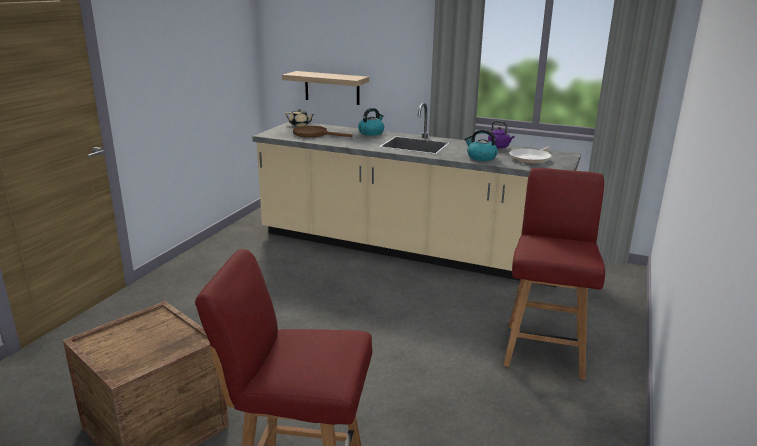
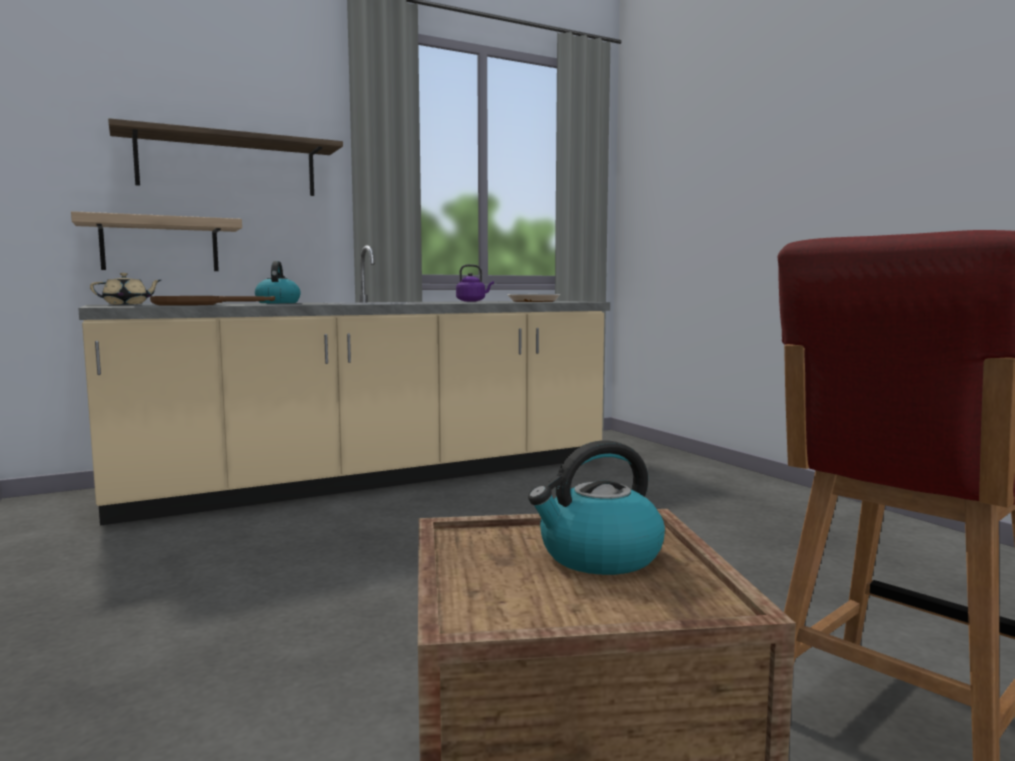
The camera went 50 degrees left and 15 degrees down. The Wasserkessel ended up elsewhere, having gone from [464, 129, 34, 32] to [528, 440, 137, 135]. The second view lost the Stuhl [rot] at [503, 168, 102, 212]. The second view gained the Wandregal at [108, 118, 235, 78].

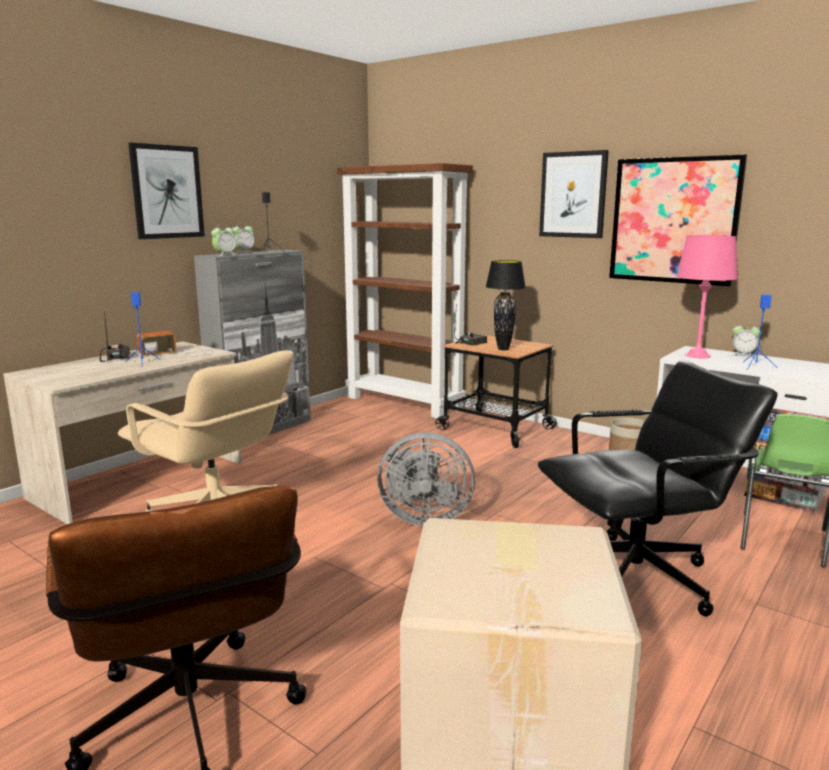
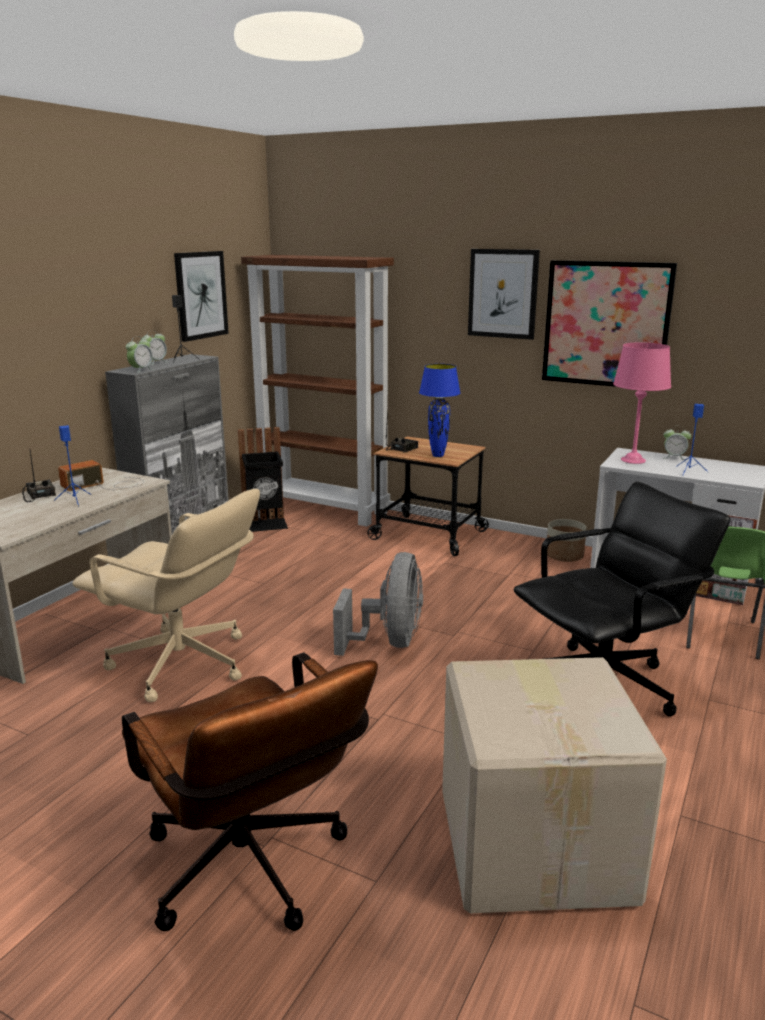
The camera went 10 degrees left and 5 degrees up. The Bild ended up elsewhere, having gone from [128, 143, 77, 96] to [174, 251, 55, 91]. The Ventilator [grau] at [377, 432, 98, 94] ended up facing another way, 75 degrees counterclockwise from before. What was the Tischlampe [schwarz] at [486, 260, 40, 90] turned into the Tischlampe [blau] at [419, 364, 42, 93]. The second view gained the Mülleimer [schwarz] at [238, 427, 50, 105].

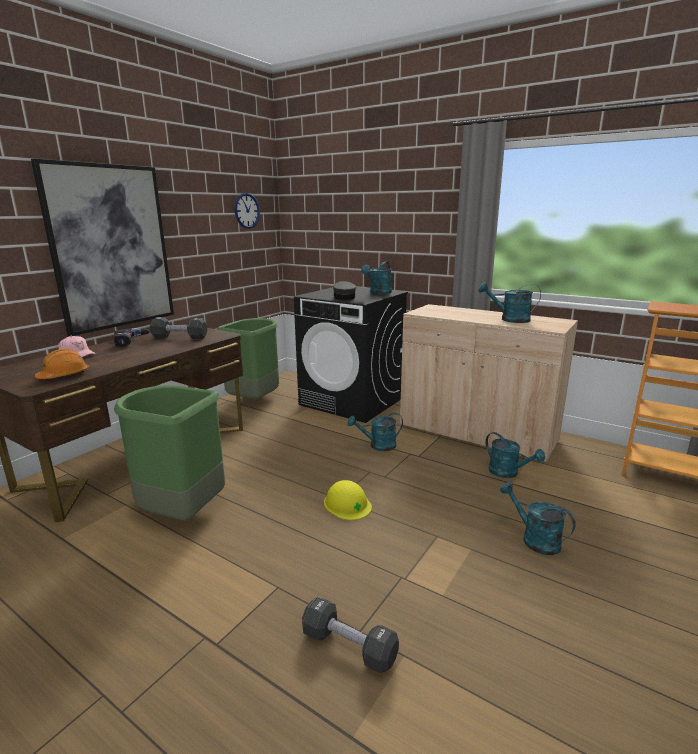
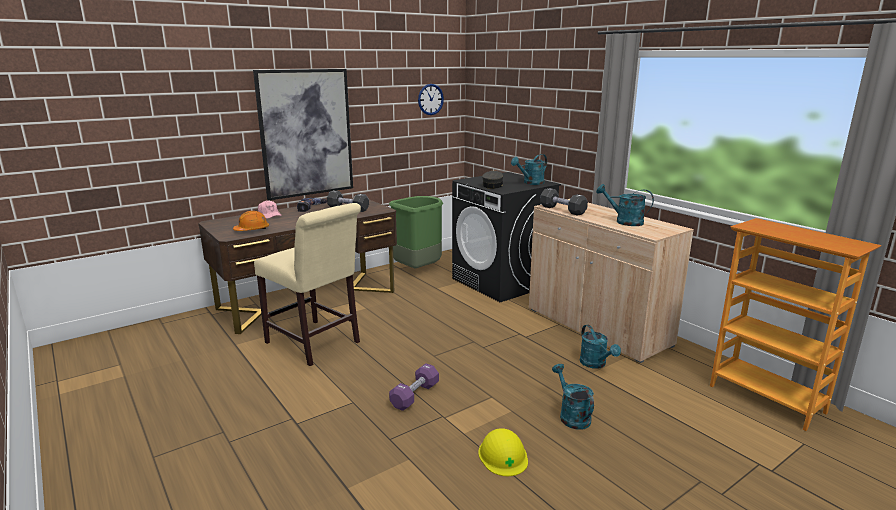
The camera went 20 degrees right and 0 degrees up. Where the Mülleimer [grün] stood at [114, 385, 111, 136], the Stuhl [beige] came to stand at [254, 203, 107, 163]. The Hantel [schwarz] ended up elsewhere, having gone from [302, 597, 97, 76] to [540, 188, 48, 28]. The Schutzhelm [gelb] ended up elsewhere, having gone from [324, 480, 48, 40] to [478, 428, 50, 48]. The second view lost the Gießkanne [türkis] at [348, 413, 55, 38]. The second view gained the Hantel [lila] at [389, 363, 50, 48].

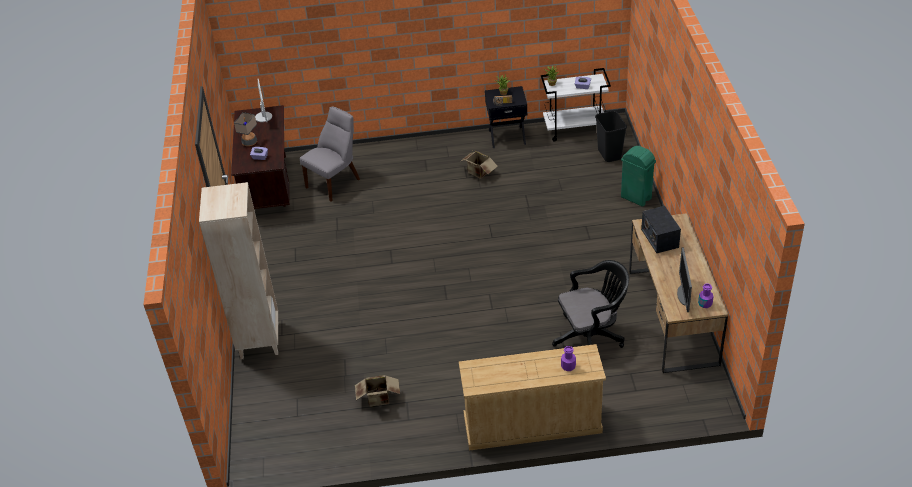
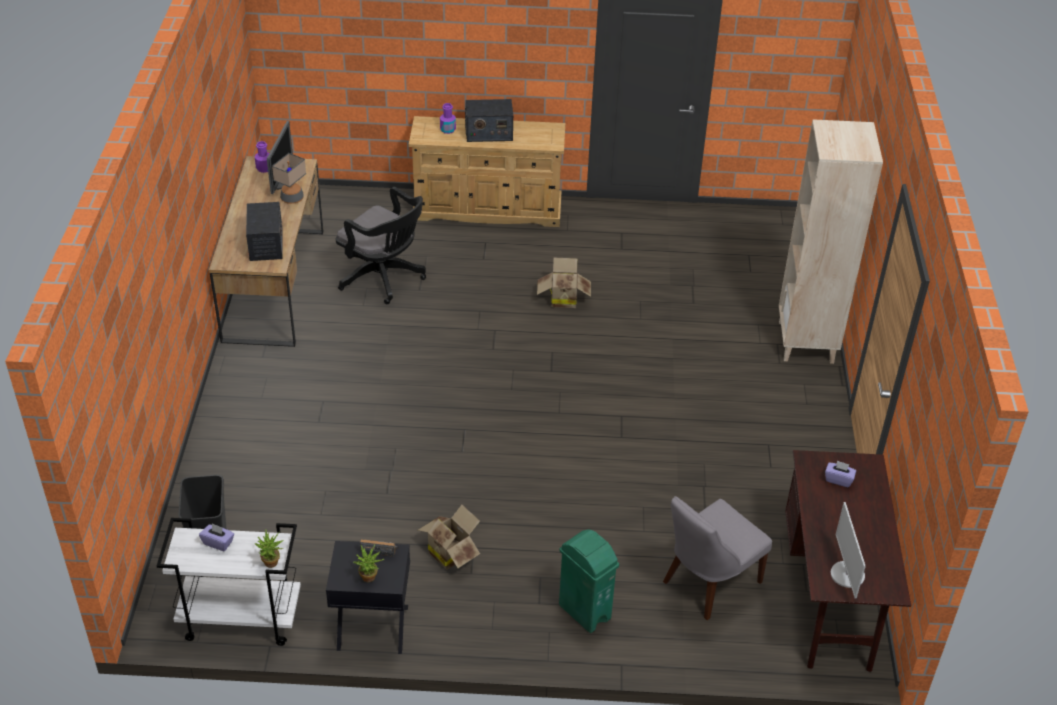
The camera went 175 degrees left and 0 degrees up. The Tischlampe ended up elsewhere, having gone from [234, 112, 23, 34] to [272, 153, 34, 51]. The Karton ended up elsewhere, having gone from [355, 375, 45, 32] to [537, 258, 54, 50]. The Bürostuhl [schwarz] at [552, 260, 77, 88] ended up facing another way, 135 degrees counterclockwise from before. The Mülleimer [grün] ended up elsewhere, having gone from [621, 146, 35, 61] to [559, 529, 60, 104]. The second view gained the Radio at [465, 99, 48, 43].

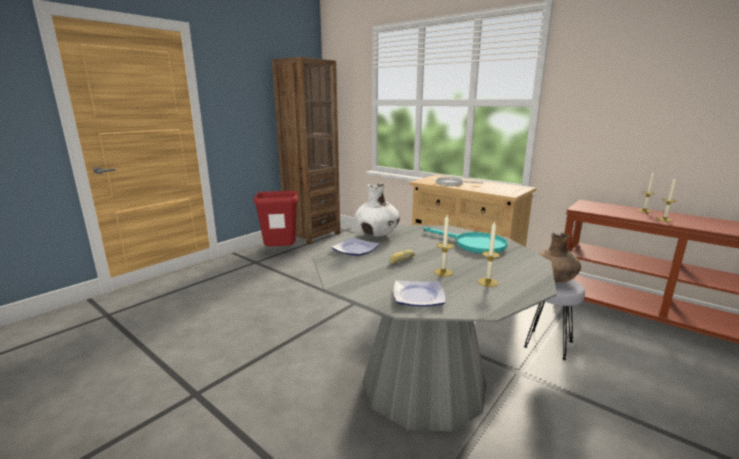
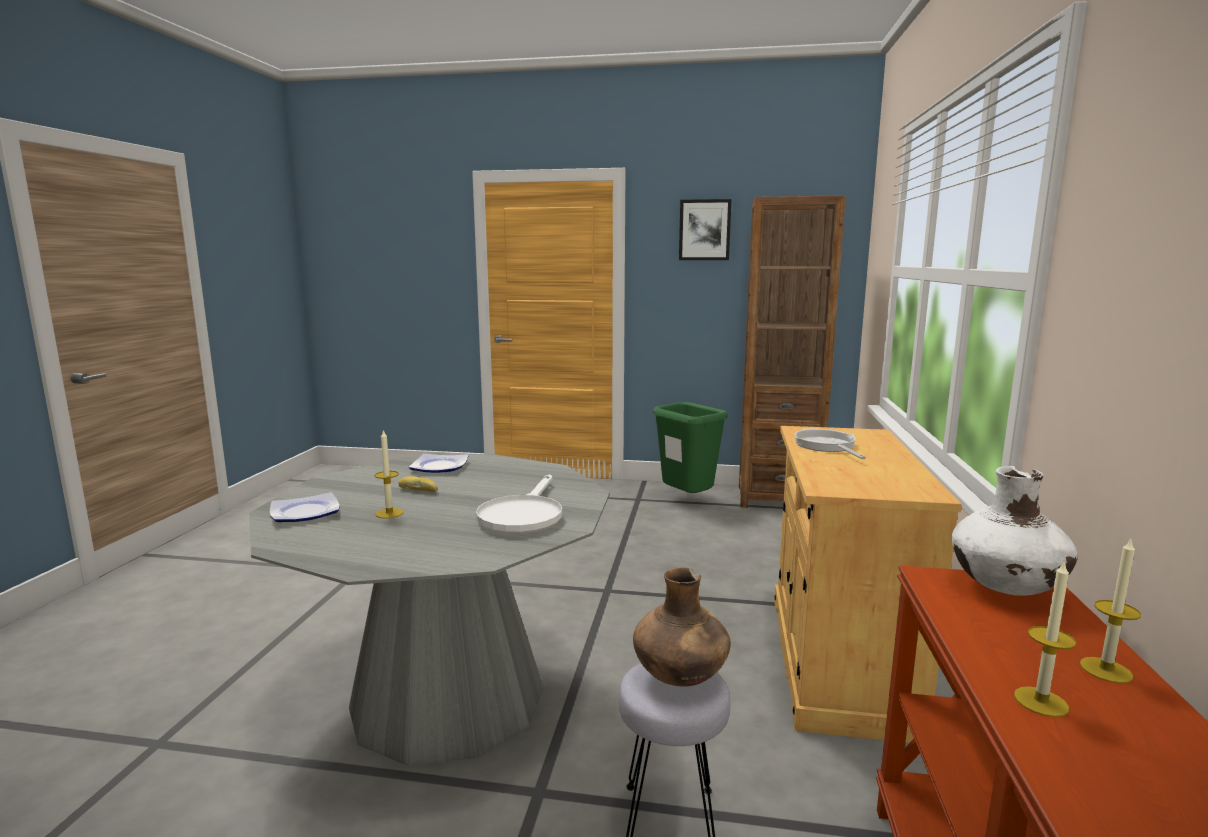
The camera went 60 degrees right and 5 degrees down. What was the Mülleimer [rot] at [254, 191, 44, 55] turned into the Mülleimer [grün] at [653, 402, 75, 91]. The Vase [weiß] ended up elsewhere, having gone from [355, 183, 45, 53] to [952, 466, 126, 130]. What was the Pfanne [türkis] at [424, 227, 84, 26] turned into the Pfanne [weiß] at [476, 474, 86, 60]. The second view lost the Kerze at [478, 221, 22, 66]. The second view gained the Bild at [679, 199, 53, 61].

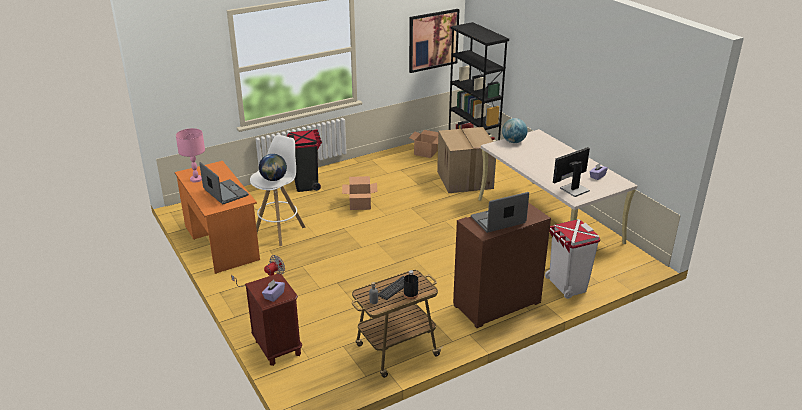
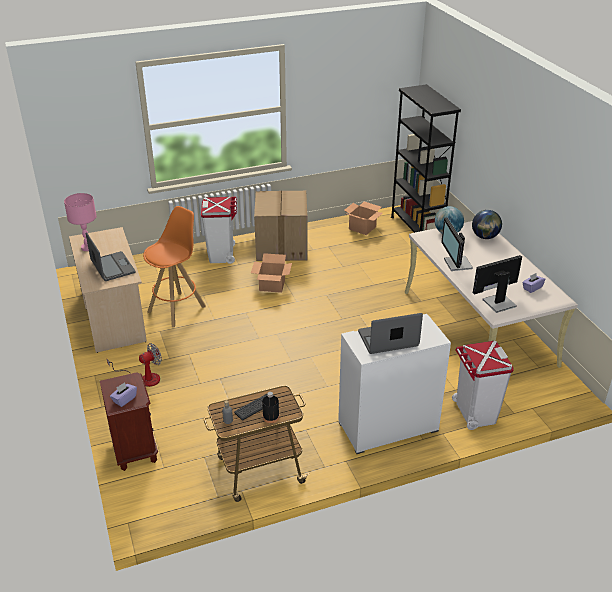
The camera went 10 degrees right and 5 degrees up. What was the Schreibtisch [orange] at [175, 161, 85, 113] turned into the Schreibtisch [beige] at [69, 227, 78, 126]. What was the Hocker [weiß] at [250, 135, 56, 111] turned into the Hocker [orange] at [143, 206, 63, 121]. The Globus ended up elsewhere, having gone from [259, 154, 28, 27] to [472, 210, 30, 29]. What was the Mülleimer [schwarz] at [287, 129, 35, 63] turned into the Mülleimer [weiß] at [201, 197, 36, 67]. The second view lost the Bild at [409, 9, 50, 64]. The Karton ended up elsewhere, having gone from [437, 127, 59, 66] to [254, 191, 53, 70]. What was the Schrank [braun] at [453, 202, 98, 126] turned into the Schrank [weiß] at [338, 314, 113, 140]. The second view gained the Monitor at [441, 218, 32, 53].

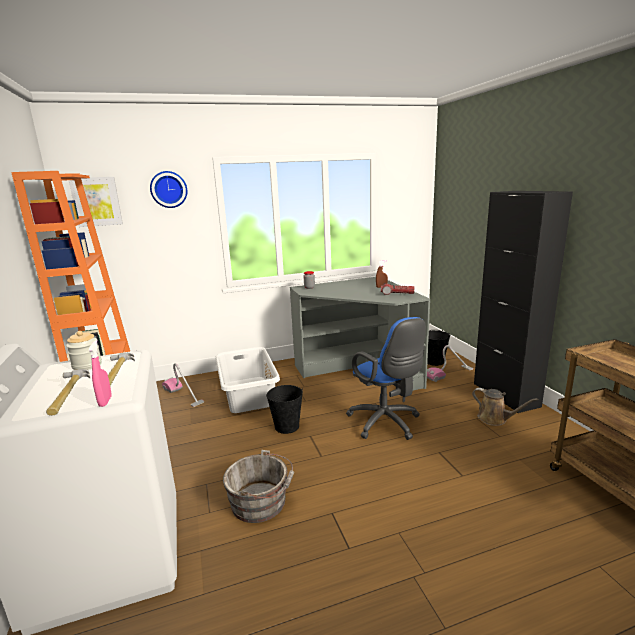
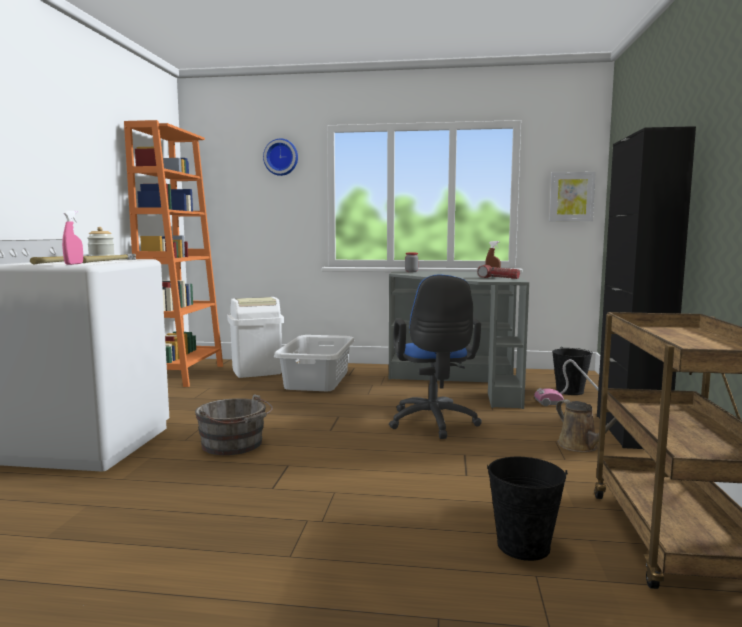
The camera went 25 degrees right and 10 degrees down. The Bild ended up elsewhere, having gone from [69, 177, 54, 50] to [549, 172, 47, 49]. Where the Staubsauger stood at [162, 363, 42, 44], the Mülleimer [weiß] came to stand at [227, 297, 57, 81]. The Eimer [schwarz] ended up elsewhere, having gone from [266, 385, 37, 49] to [487, 457, 81, 104].

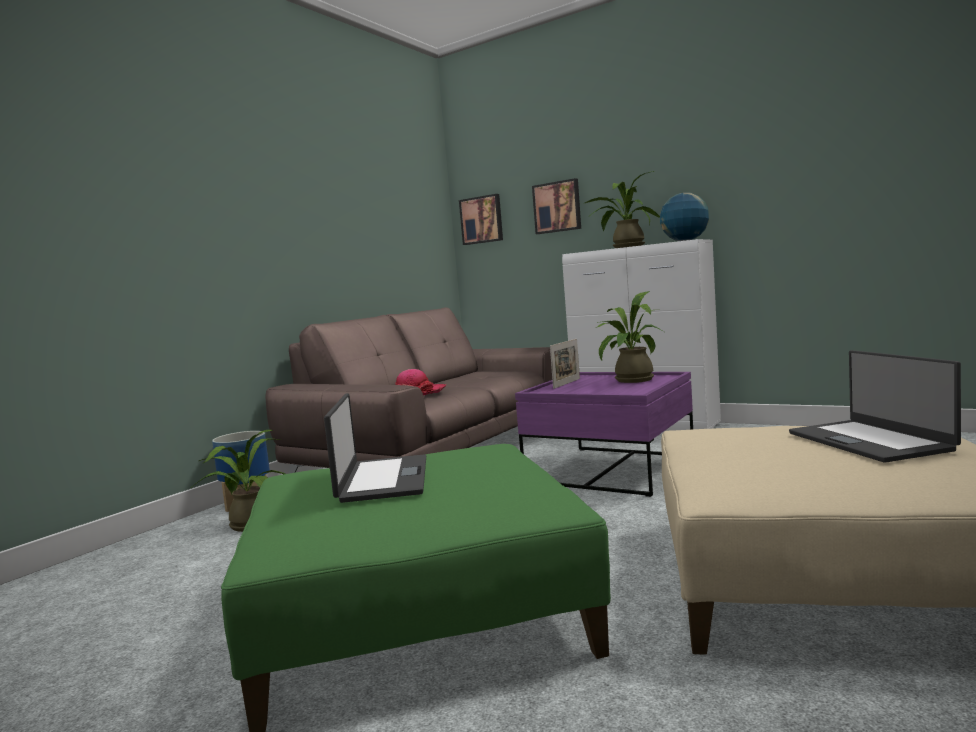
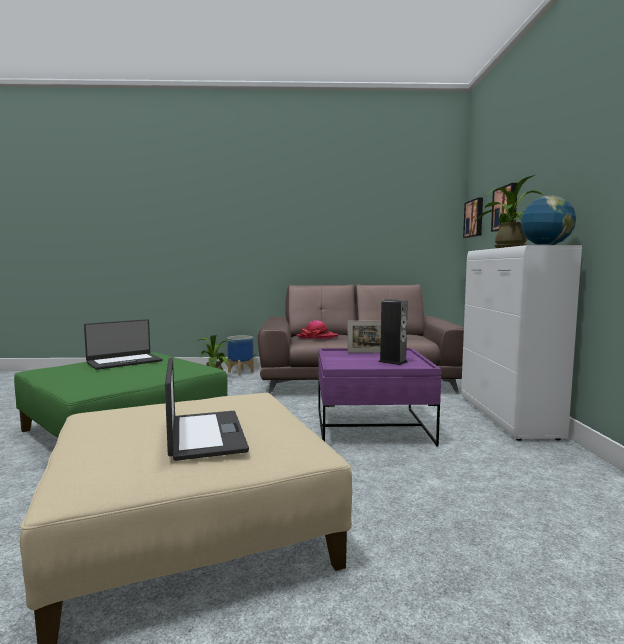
The camera went 55 degrees right and 0 degrees up. Where the Topfpflanze stood at [596, 291, 68, 92], the Lautsprecher came to stand at [379, 299, 29, 66]. The Laptop at [789, 350, 172, 113] ended up facing another way, 120 degrees clockwise from before.

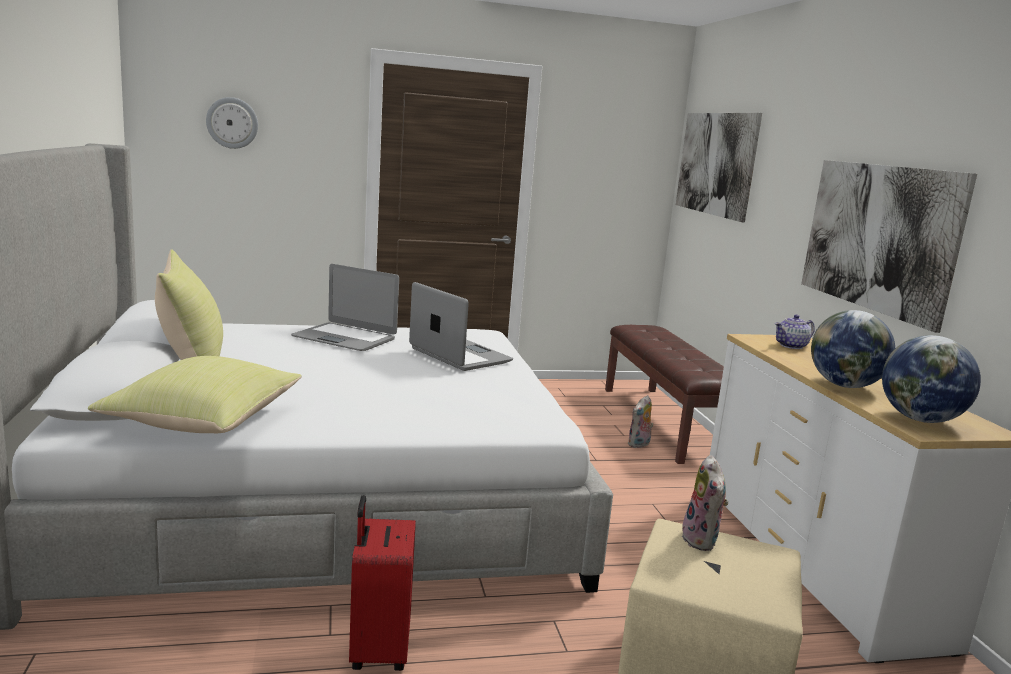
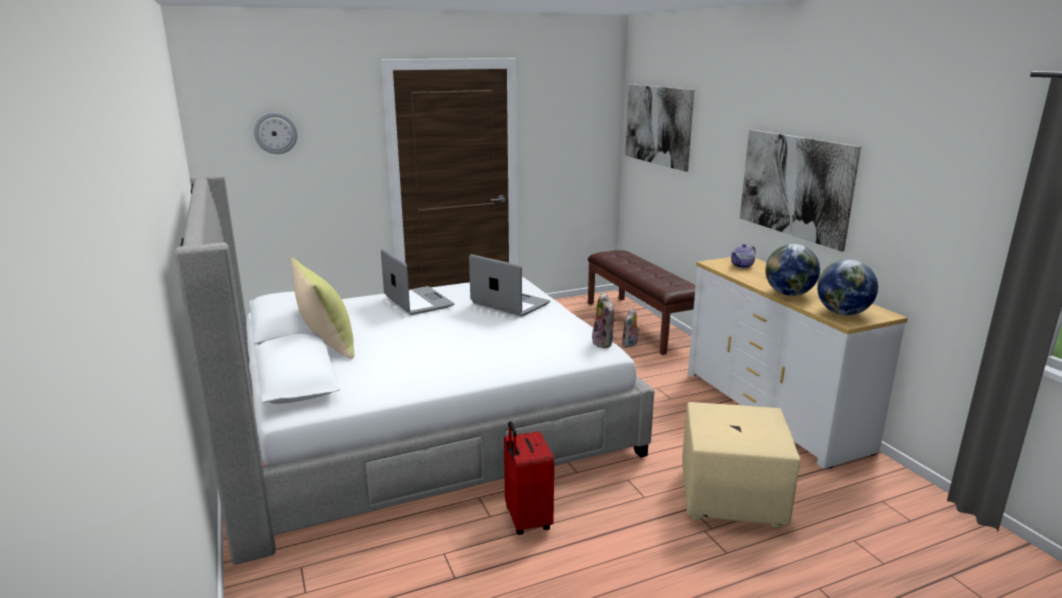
The camera went 10 degrees left and 5 degrees up. The second view lost the Kissen [gelb] at [88, 356, 214, 77]. The Laptop at [291, 264, 108, 87] ended up facing another way, 135 degrees counterclockwise from before. The Plüschtier ended up elsewhere, having gone from [682, 455, 46, 96] to [592, 292, 24, 56].

